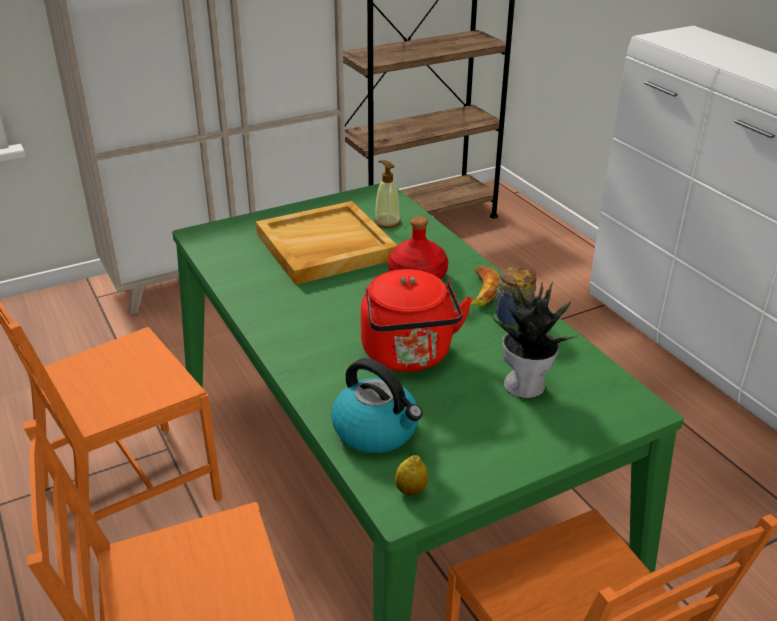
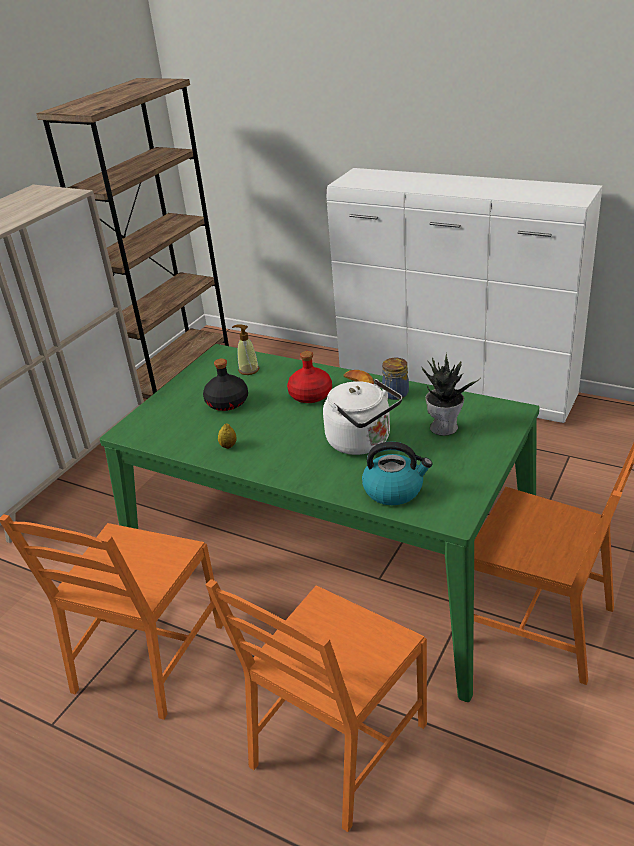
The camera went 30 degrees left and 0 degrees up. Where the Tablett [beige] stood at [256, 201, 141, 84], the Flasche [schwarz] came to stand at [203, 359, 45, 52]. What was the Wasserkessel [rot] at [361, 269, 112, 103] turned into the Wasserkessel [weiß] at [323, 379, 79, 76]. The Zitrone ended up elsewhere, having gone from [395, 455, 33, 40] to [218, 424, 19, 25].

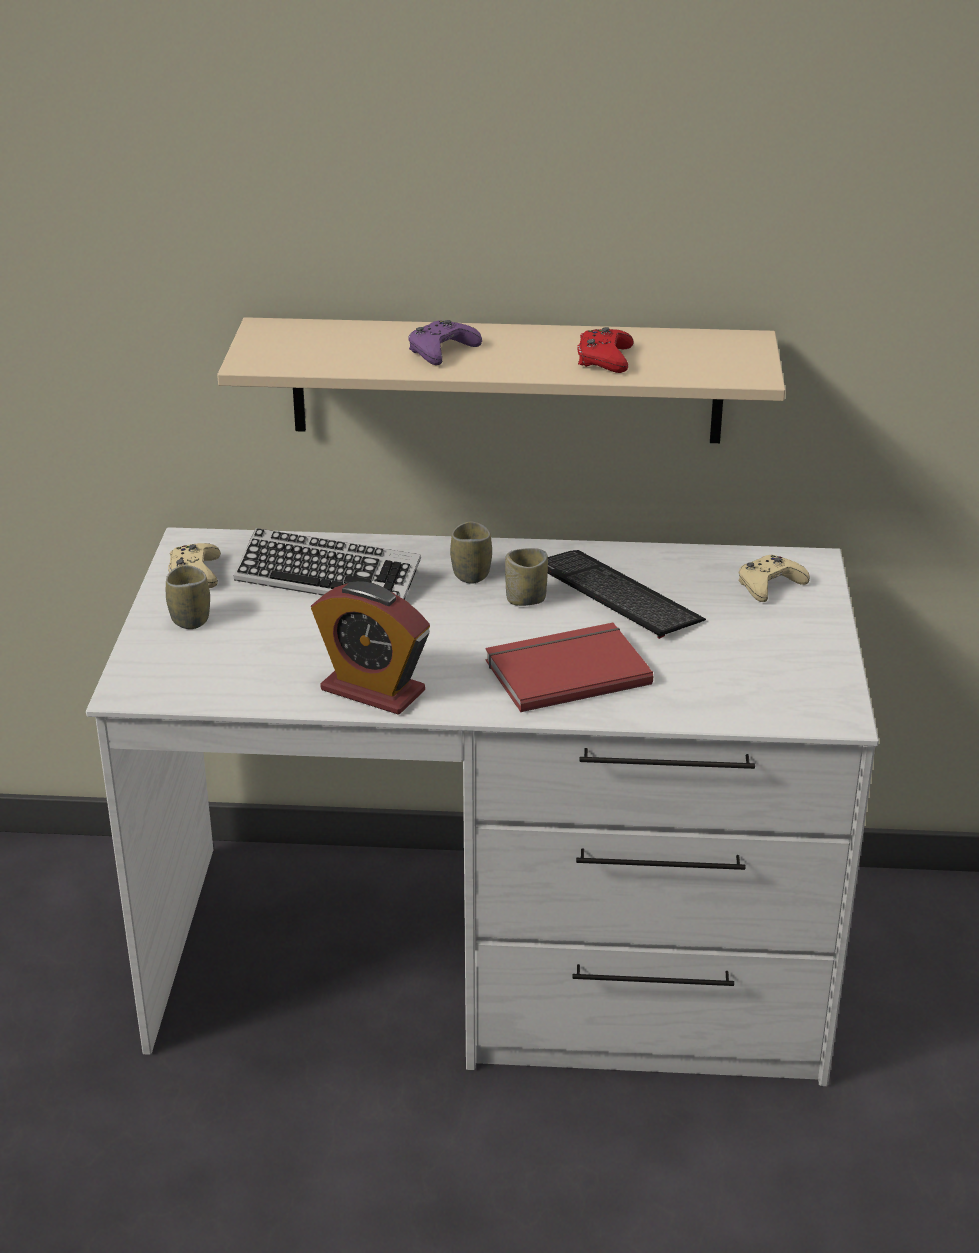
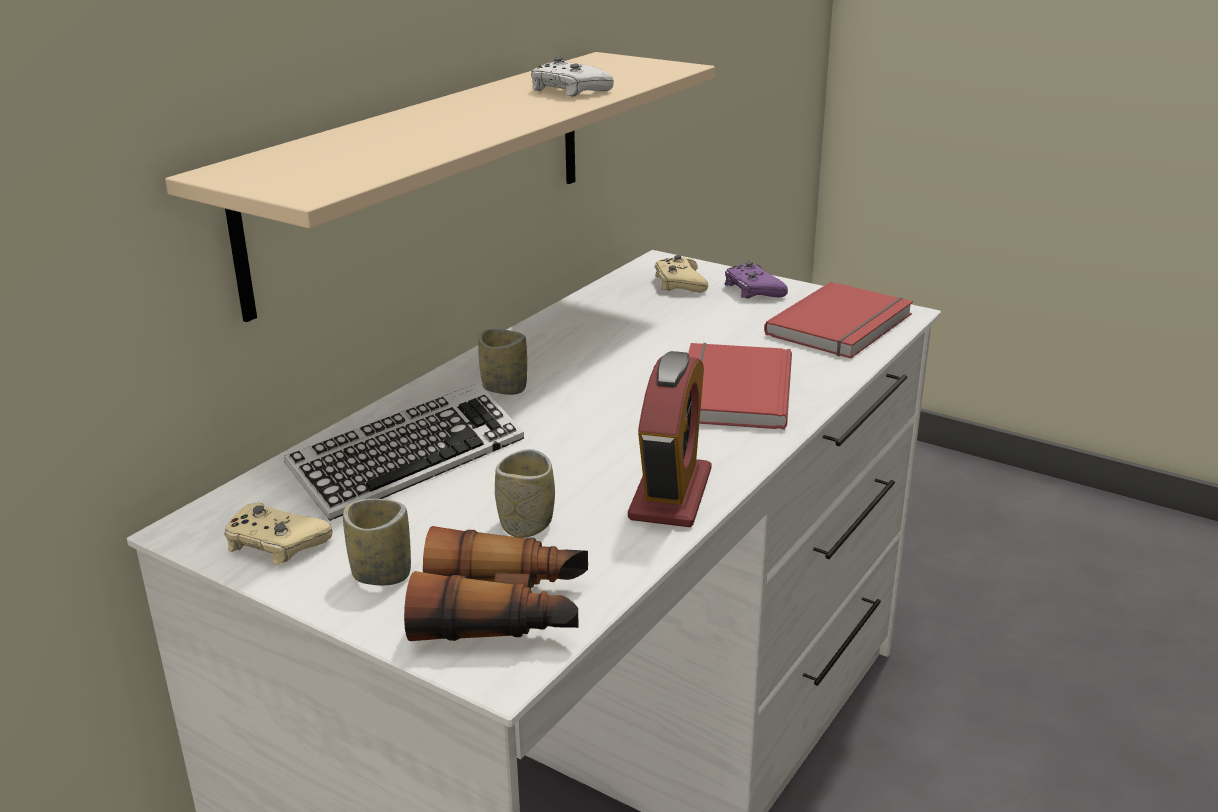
The camera went 60 degrees left and 5 degrees down. The Wecker at [311, 581, 119, 134] ended up facing another way, 45 degrees counterclockwise from before. The Gamepad [lila] ended up elsewhere, having gone from [408, 320, 74, 45] to [724, 261, 64, 37]. The Tasse ended up elsewhere, having gone from [505, 548, 43, 58] to [495, 449, 60, 89]. The second view lost the Tastatur at [548, 550, 158, 89]. What was the Gamepad [rot] at [577, 327, 56, 46] turned into the Gamepad [weiß] at [531, 56, 83, 41]. The second view gained the Fernglas at [404, 526, 184, 115]. The second view gained the Buch [rot] at [764, 282, 149, 76].

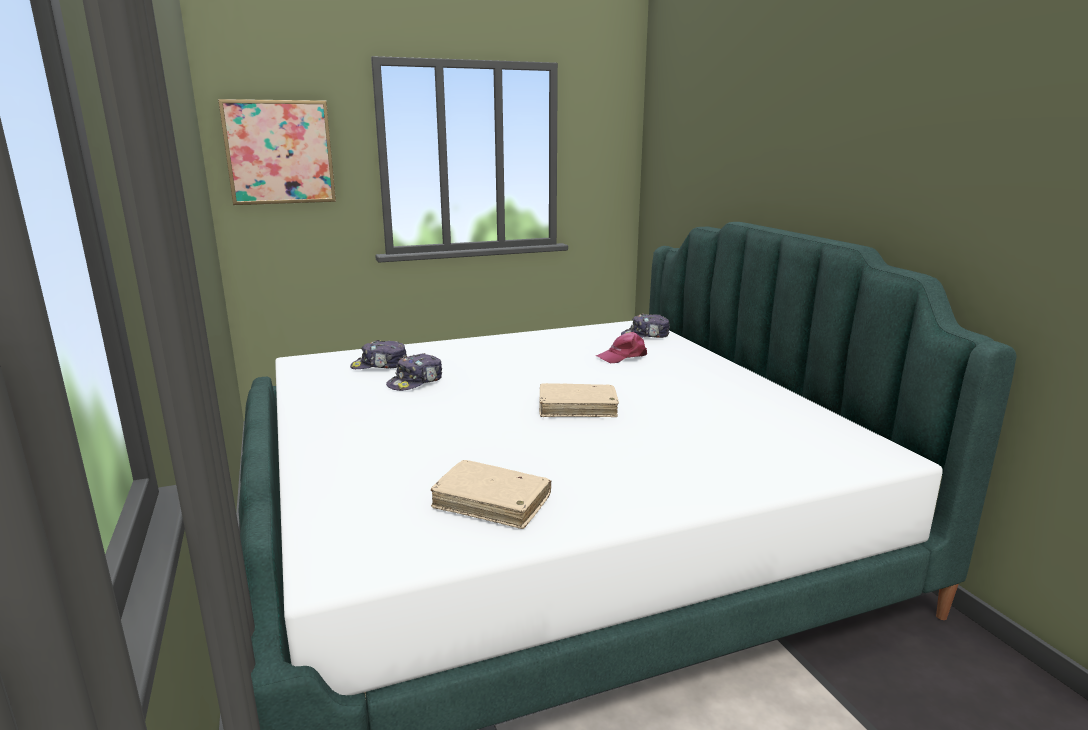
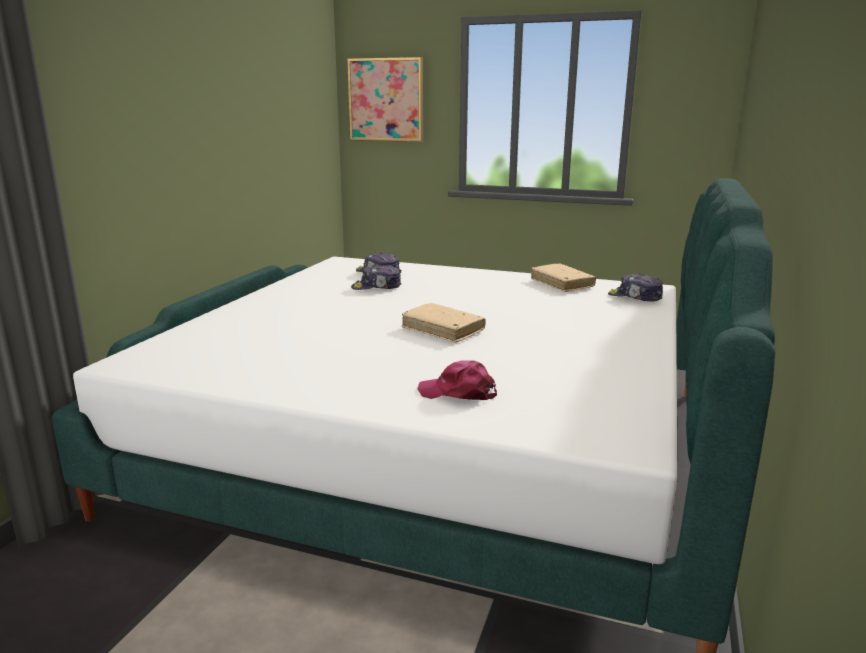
The camera went 40 degrees right and 0 degrees up. The Buch [beige] ended up elsewhere, having gone from [431, 460, 120, 69] to [531, 264, 65, 28]. The Kappe [rosa] ended up elsewhere, having gone from [596, 332, 51, 31] to [417, 360, 80, 40].

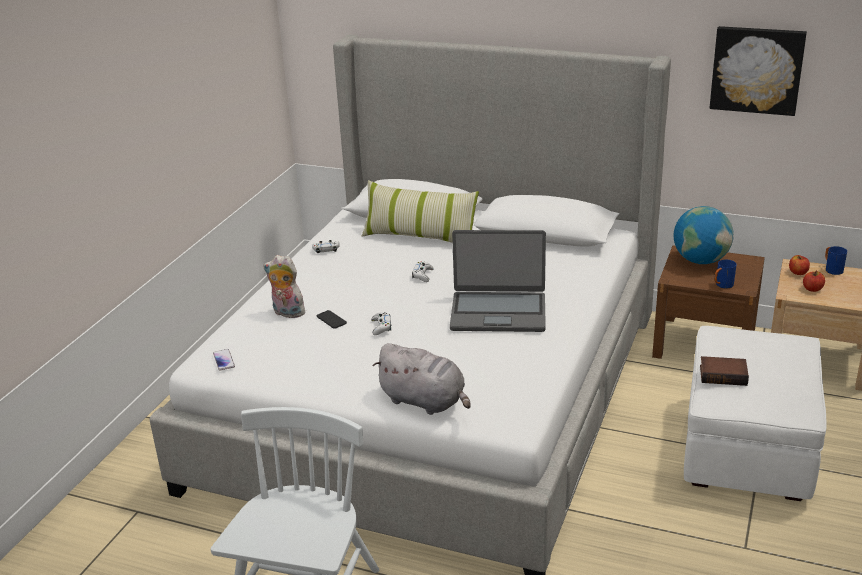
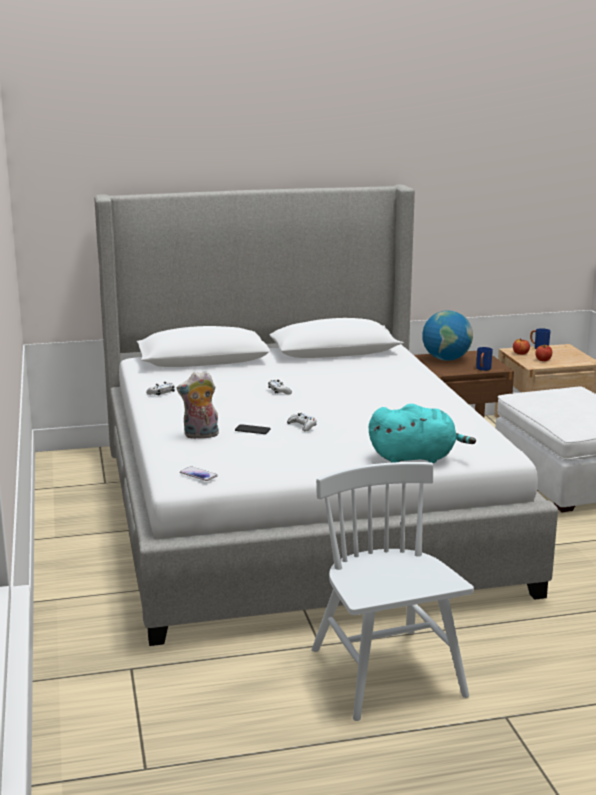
The camera went 35 degrees left and 10 degrees down. The second view lost the Kissen at [362, 180, 117, 63]. What was the Plüschtier [grau] at [373, 343, 98, 72] turned into the Plüschtier [türkis] at [369, 404, 107, 59]. The second view lost the Laptop at [450, 230, 96, 102]. The second view lost the Buch at [700, 356, 49, 30]. The second view lost the Bild at [709, 26, 98, 90].

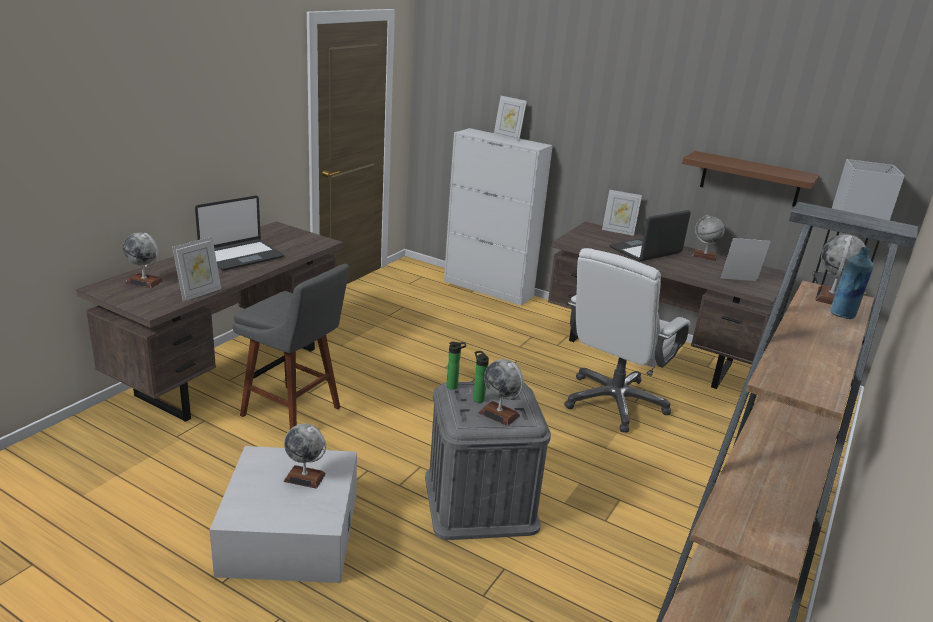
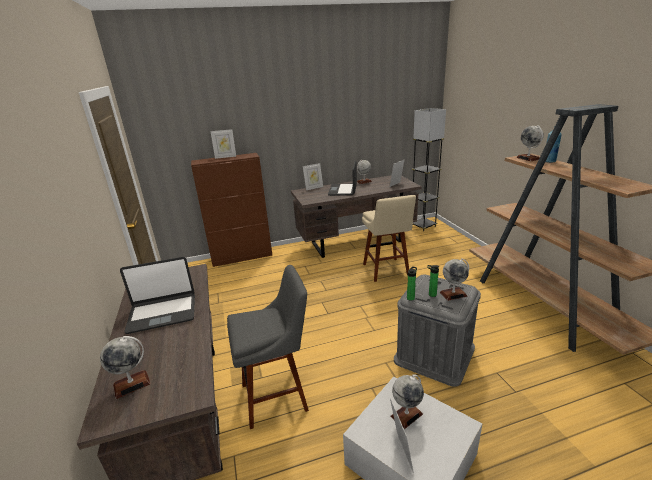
The camera went 45 degrees left and 0 degrees up. The Bilderrahmen ended up elsewhere, having gone from [172, 237, 49, 64] to [390, 398, 24, 75]. The Laptop at [195, 196, 89, 75] ended up facing another way, 75 degrees clockwise from before. What was the Schrank [weiß] at [444, 128, 109, 177] turned into the Schrank [braun] at [191, 153, 82, 114]. Where the Bürostuhl [weiß] stood at [564, 248, 127, 185], the Hocker [beige] came to stand at [362, 195, 54, 87]. The second view lost the Wandregal [braun] at [682, 151, 137, 56].

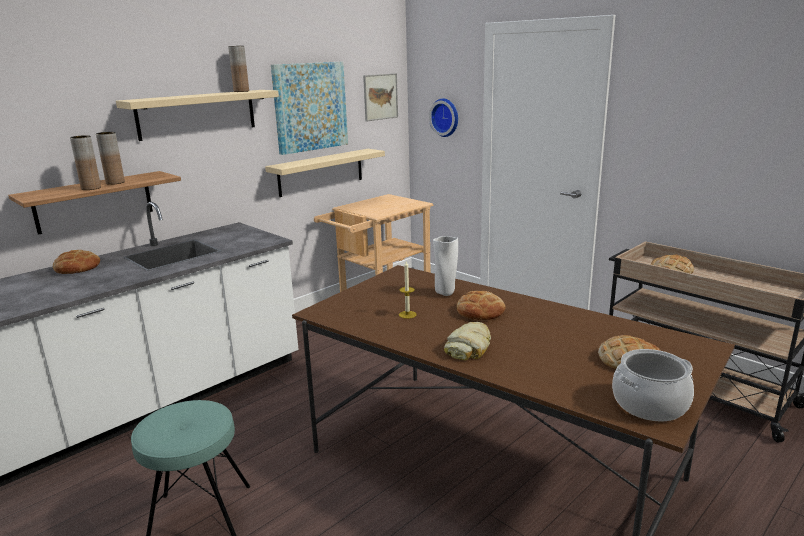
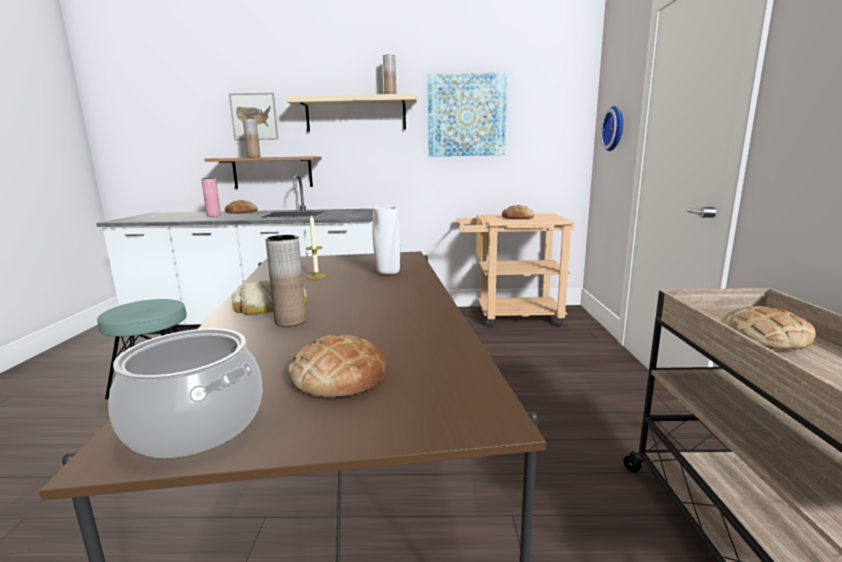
The camera went 45 degrees right and 5 degrees down. The Vase [braun] ended up elsewhere, having gone from [96, 132, 29, 53] to [265, 235, 41, 92]. The second view lost the Wandregal [beige] at [265, 149, 120, 48]. The Bild ended up elsewhere, having gone from [363, 73, 35, 49] to [229, 93, 49, 47]. The Brot ended up elsewhere, having gone from [457, 291, 49, 29] to [502, 205, 32, 14]. The second view gained the Vase [rosa] at [201, 178, 20, 39].

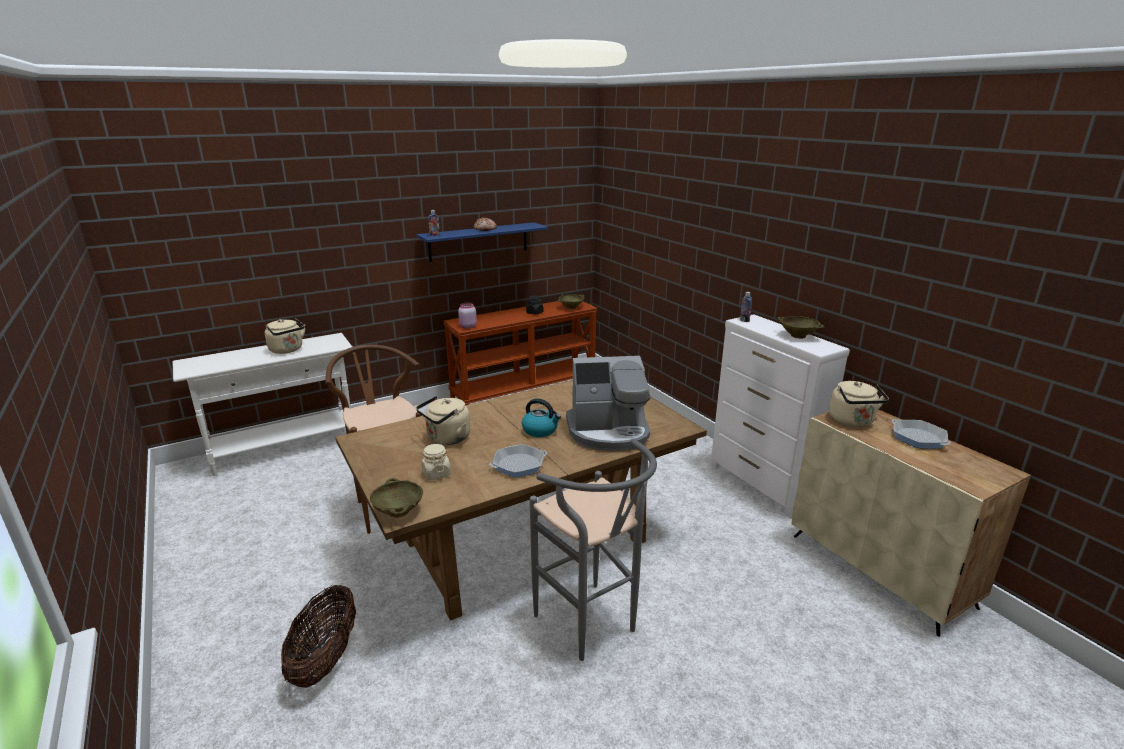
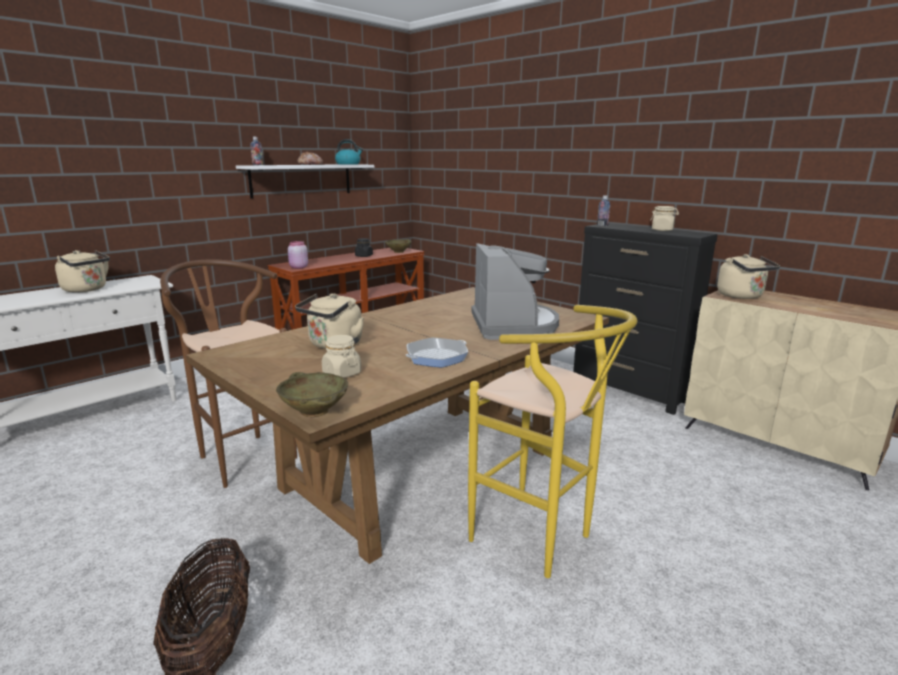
The camera went 15 degrees left and 5 degrees down. What was the Wandregal [blau] at [417, 222, 131, 40] turned into the Wandregal [weiß] at [236, 164, 138, 34]. The Wasserkessel ended up elsewhere, having gone from [522, 398, 39, 39] to [335, 139, 28, 26]. What was the Hocker [grau] at [530, 439, 127, 222] turned into the Hocker [gelb] at [468, 305, 170, 273]. The Kaffeemaschine at [566, 356, 84, 95] ended up facing another way, 75 degrees counterclockwise from before. What was the Kommode [weiß] at [711, 314, 139, 205] turned into the Kommode [schwarz] at [573, 224, 145, 191]. Where the Schüssel [beige] stood at [778, 316, 47, 23], the Vorratsglas [beige] came to stand at [650, 206, 29, 25]. The second view lost the Pfanne at [892, 419, 59, 30].

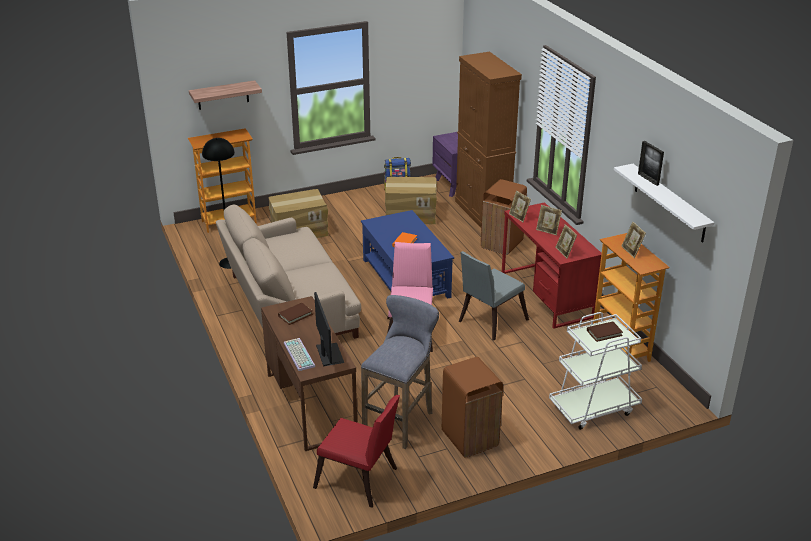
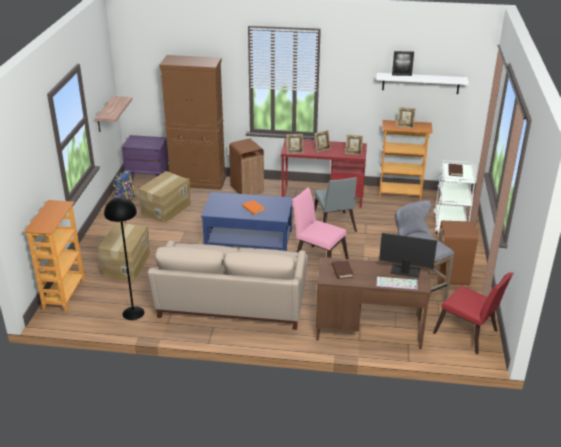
The camera went 60 degrees left and 0 degrees up. The Wandregal ended up elsewhere, having gone from [189, 80, 73, 30] to [95, 96, 37, 36]. The Stuhl [rot] at [313, 395, 87, 113] ended up facing another way, 75 degrees clockwise from before.

